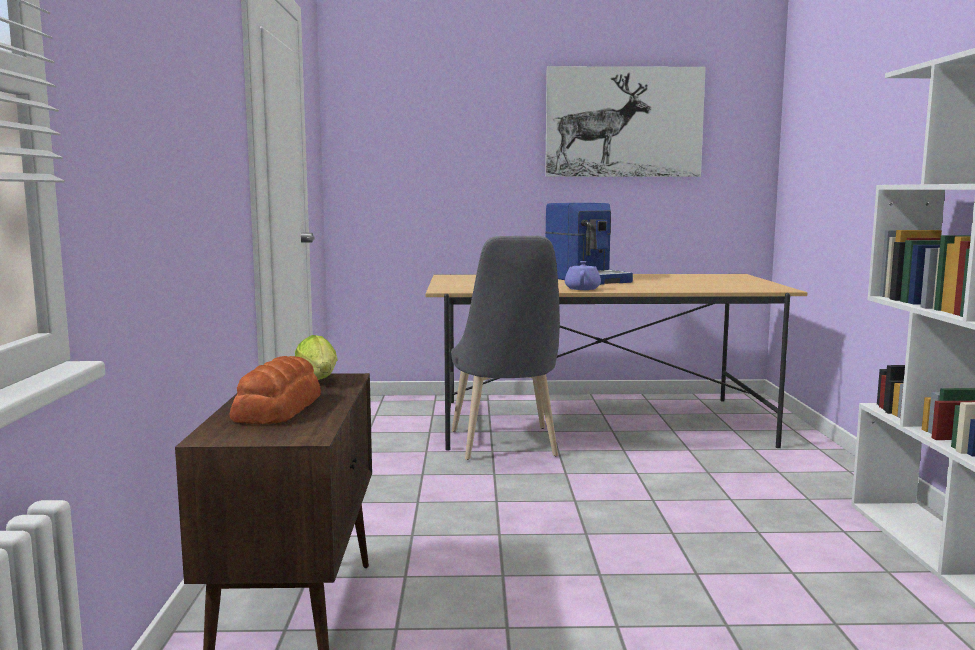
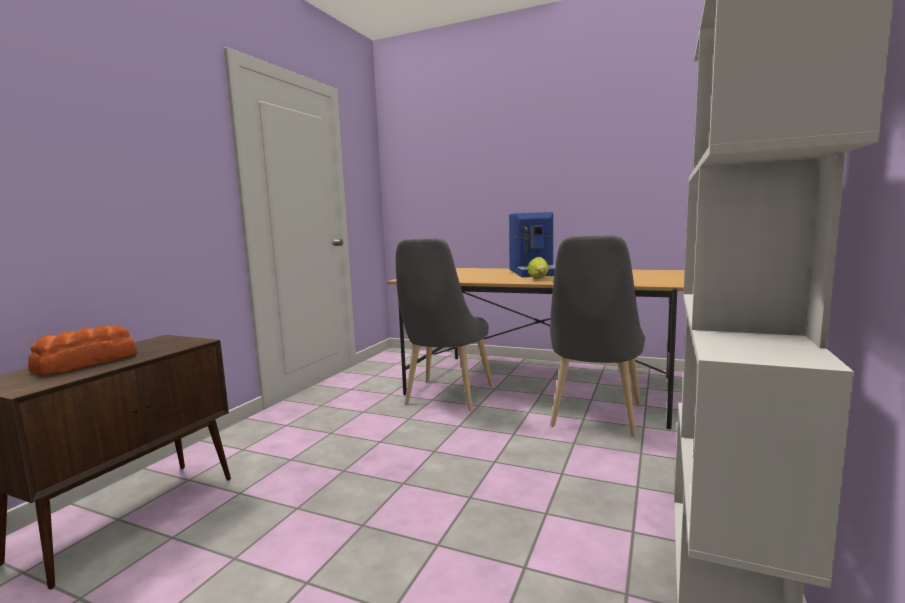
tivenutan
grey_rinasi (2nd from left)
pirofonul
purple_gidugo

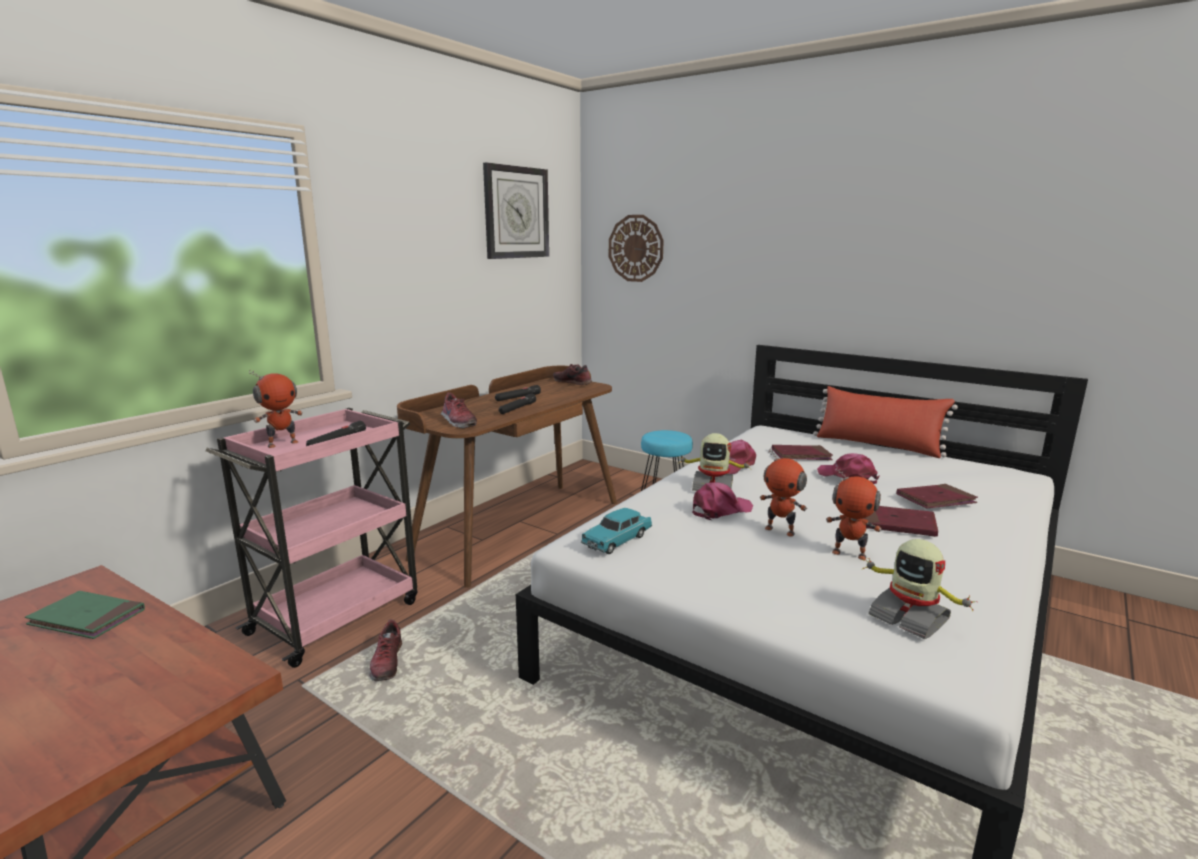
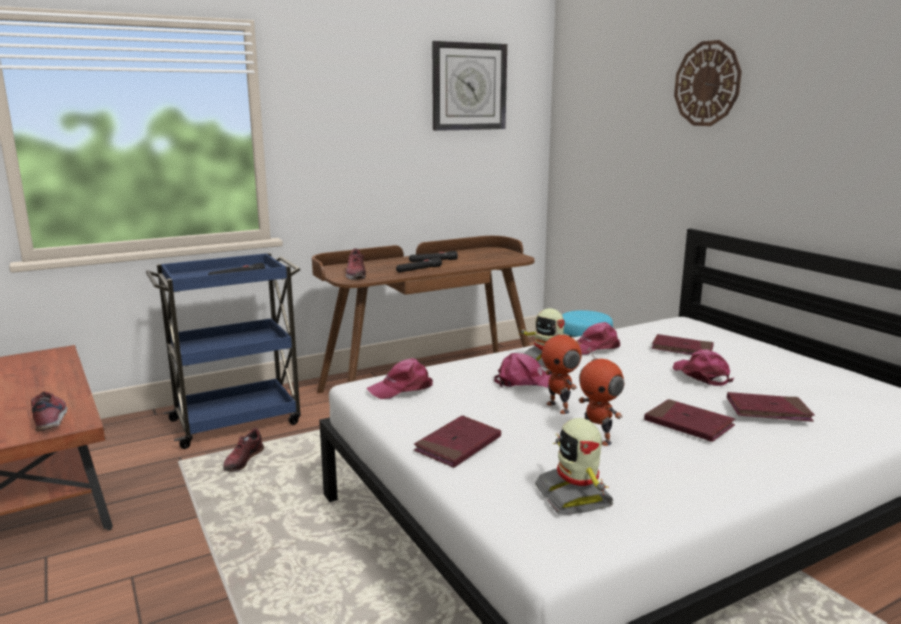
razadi (1st from left)
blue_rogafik
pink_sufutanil (1st from left)
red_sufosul (1st from left)
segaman (2nd from left)
green_sufosul
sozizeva (1st from left in the first image)
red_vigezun

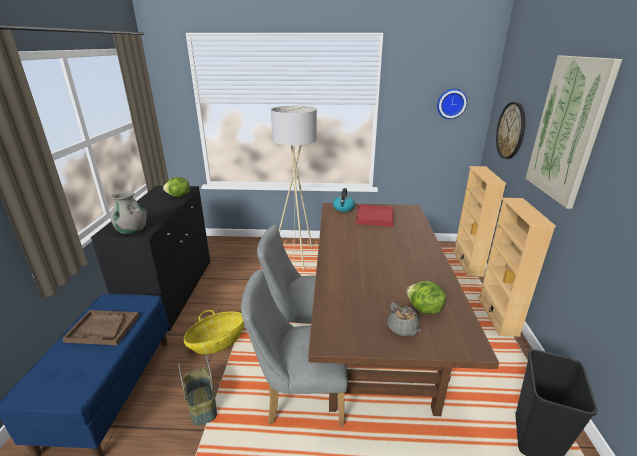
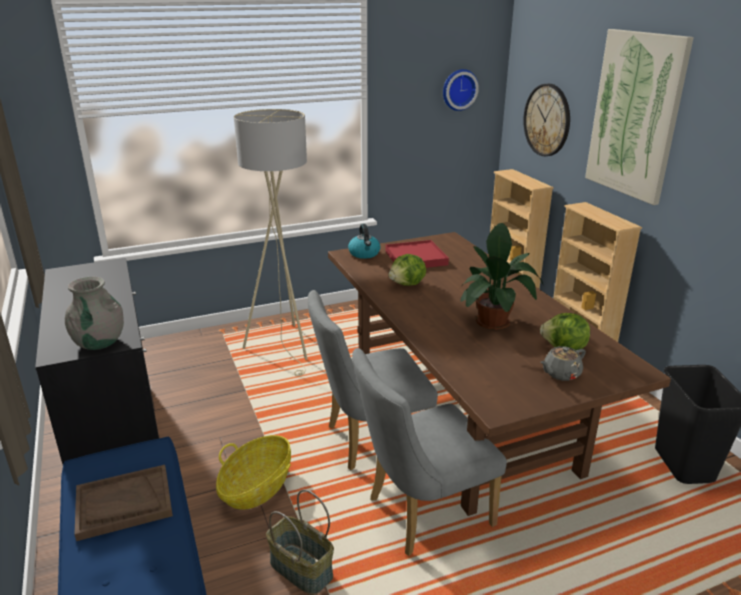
tivenutan (1st from left)
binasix
grey_gidugo

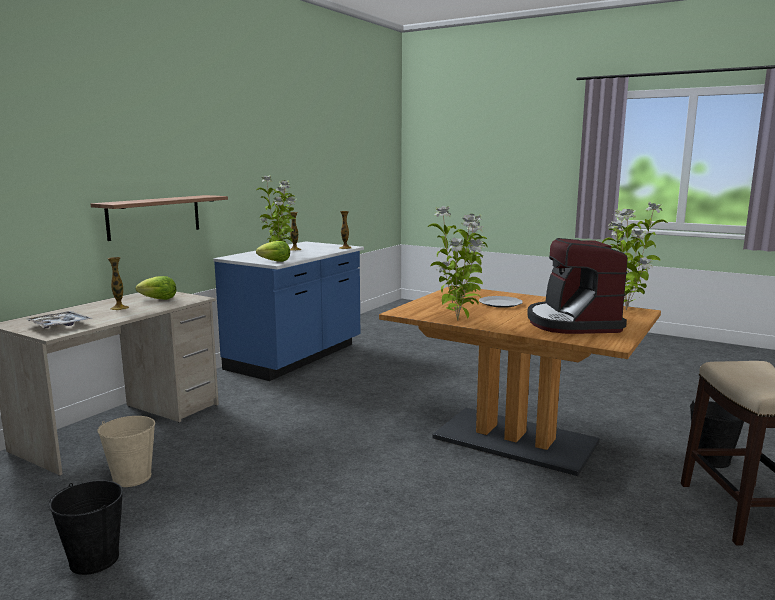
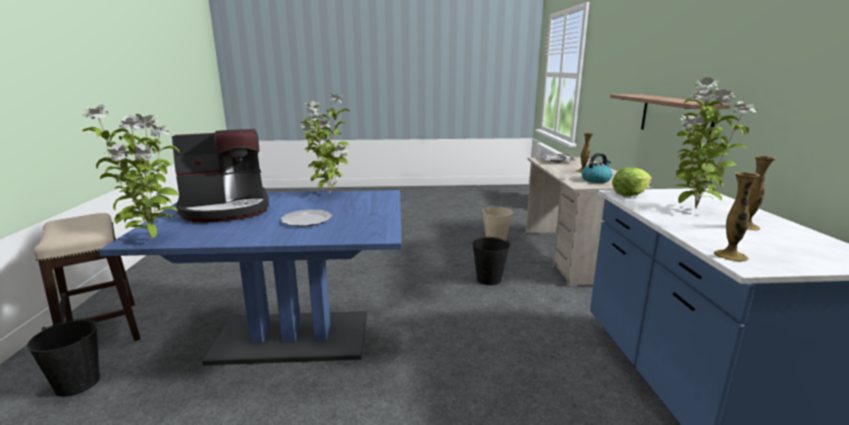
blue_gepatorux
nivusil
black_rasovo (2nd from left)
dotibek

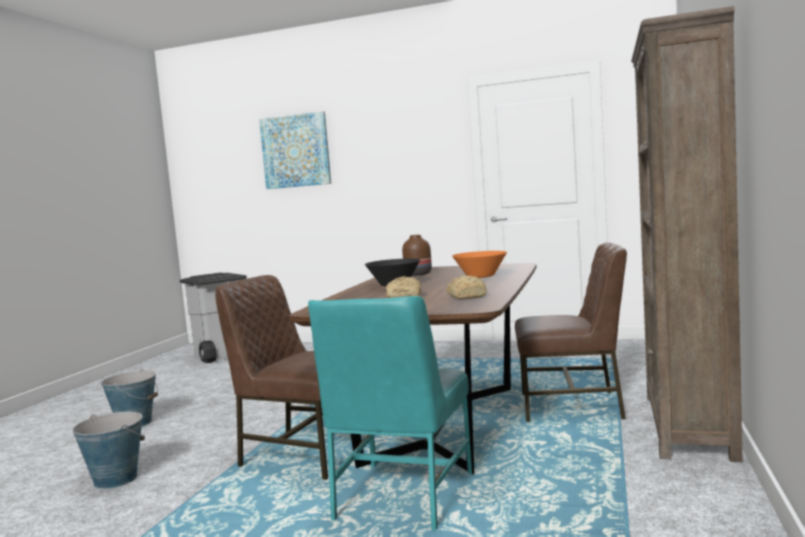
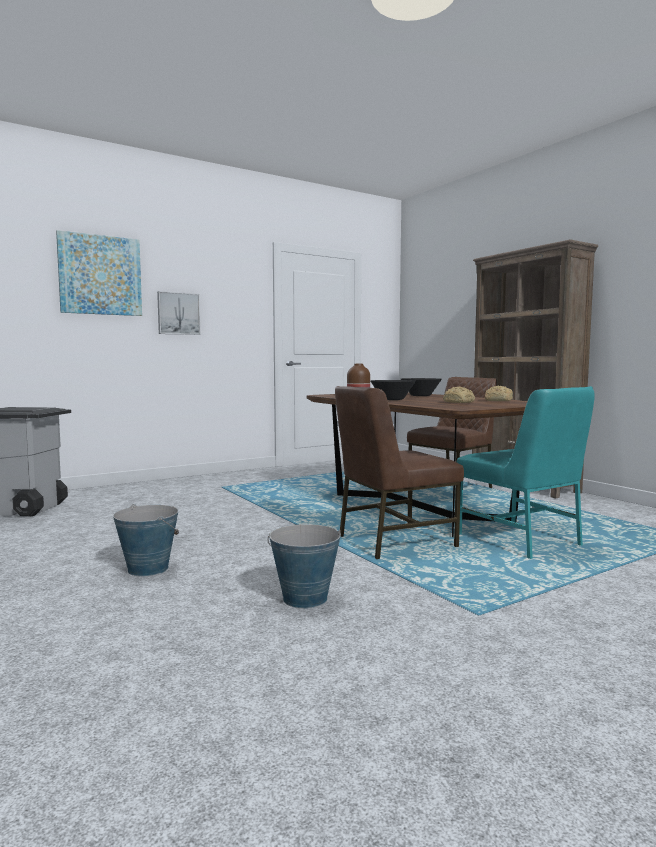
pirofonul (2nd from left)
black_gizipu (2nd from left)

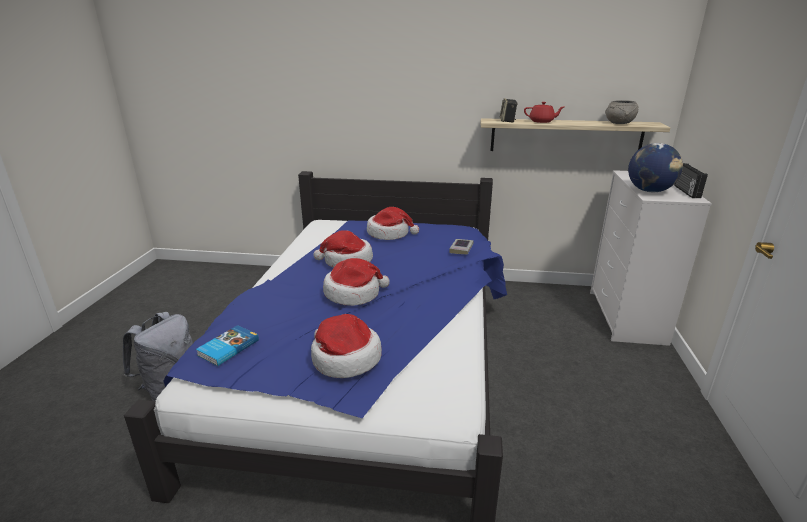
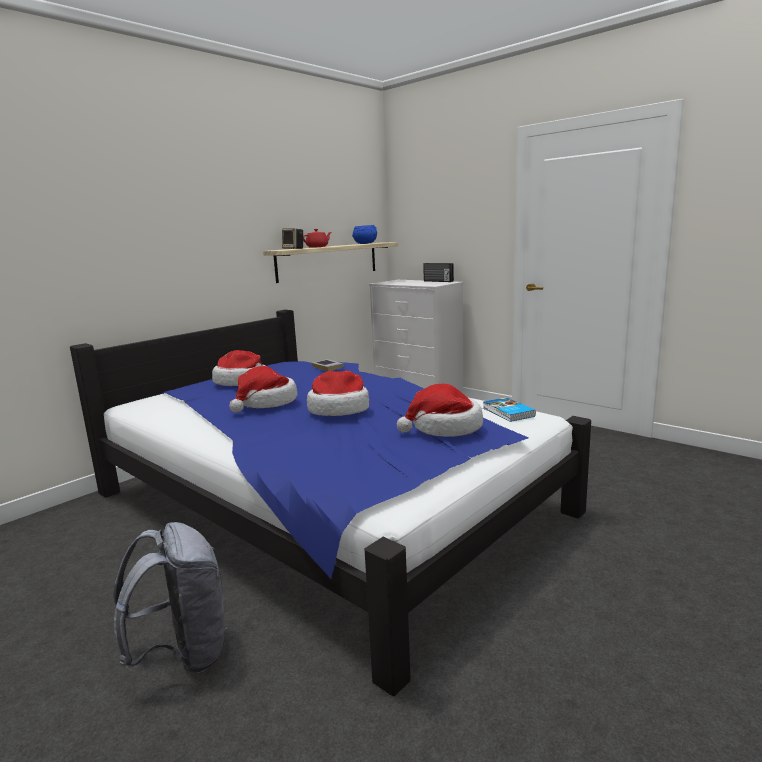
blue_gizipu
sufosul (2nd from left)
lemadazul

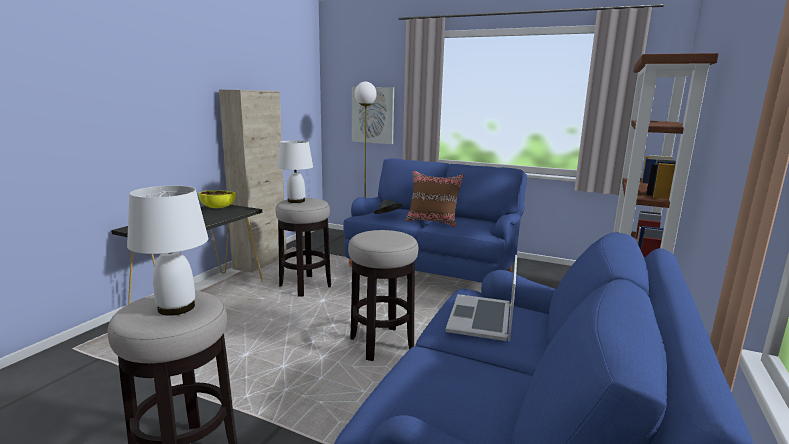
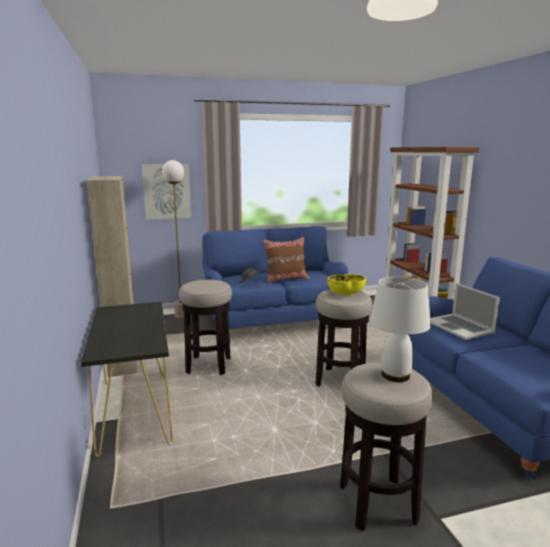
yellow_gizipu
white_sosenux (2nd from left in the first image)

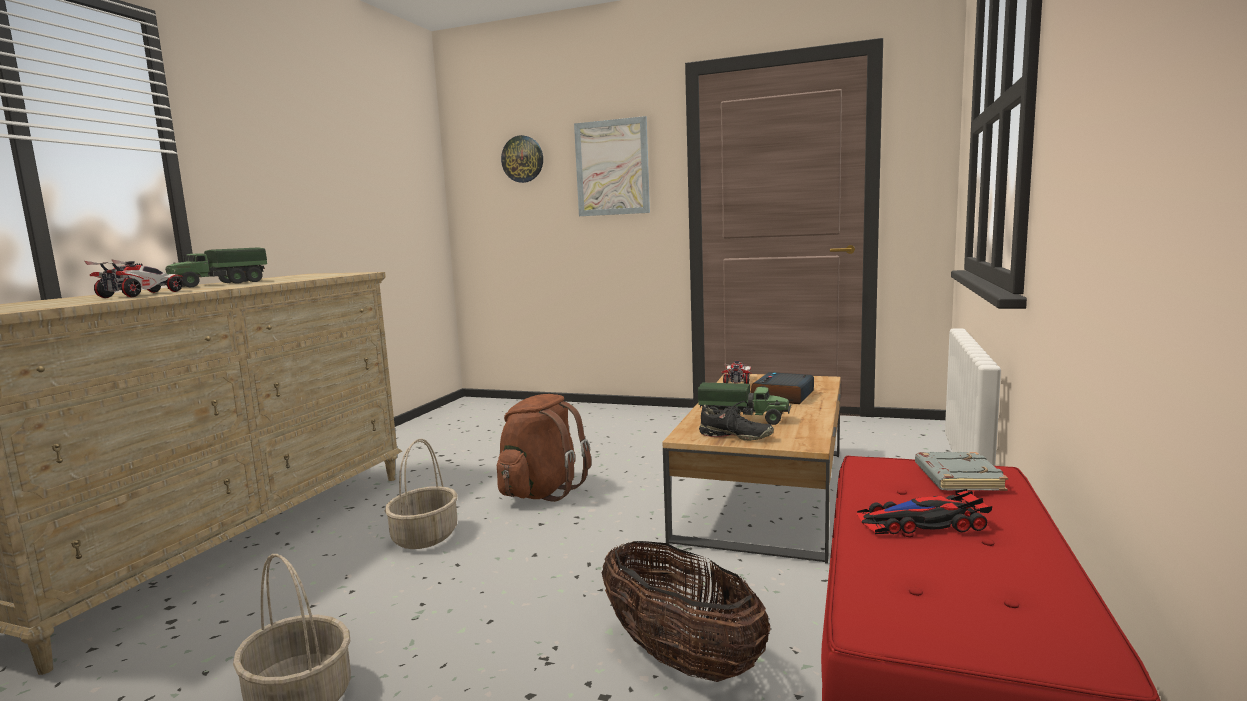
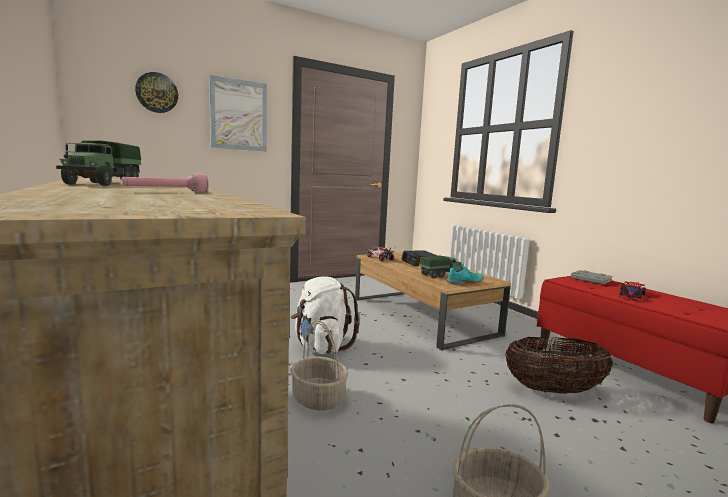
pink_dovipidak
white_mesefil
turquoise_razadi

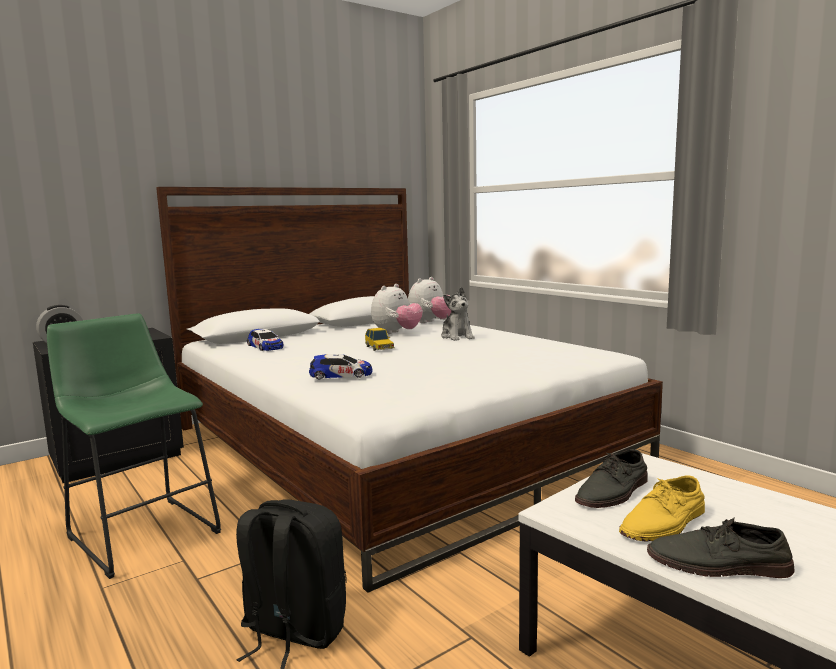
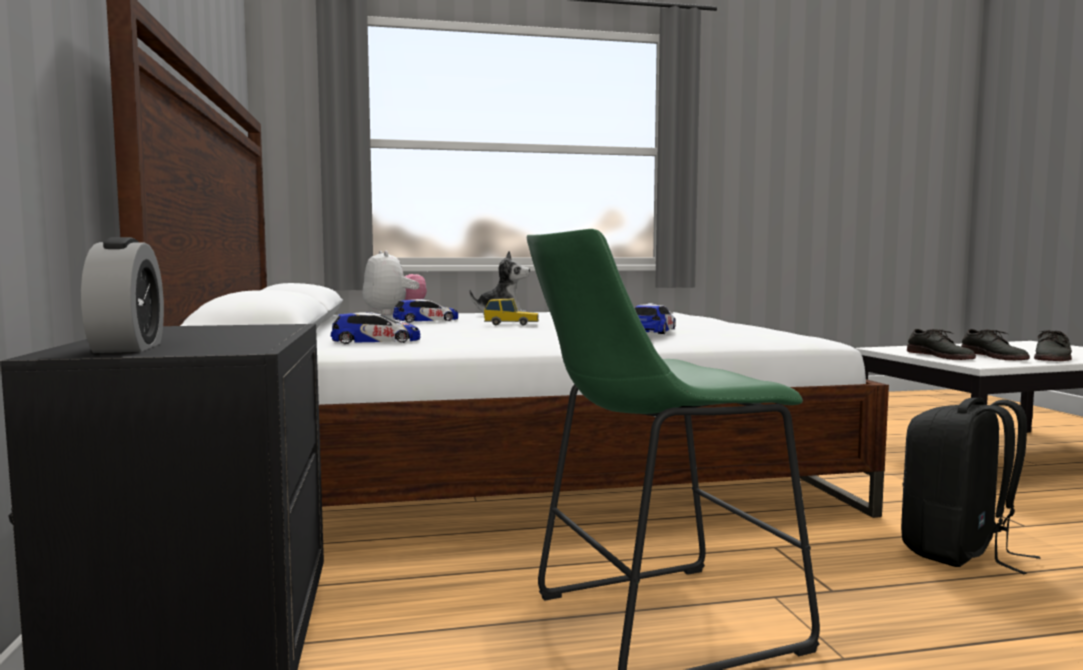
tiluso (2nd from left)
grey_razadi (2nd from left)

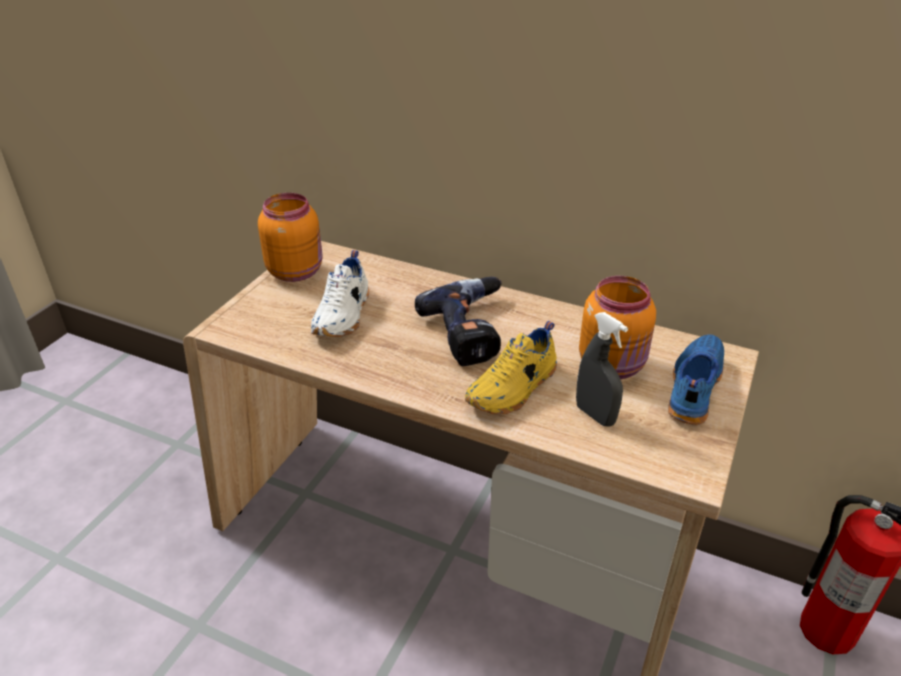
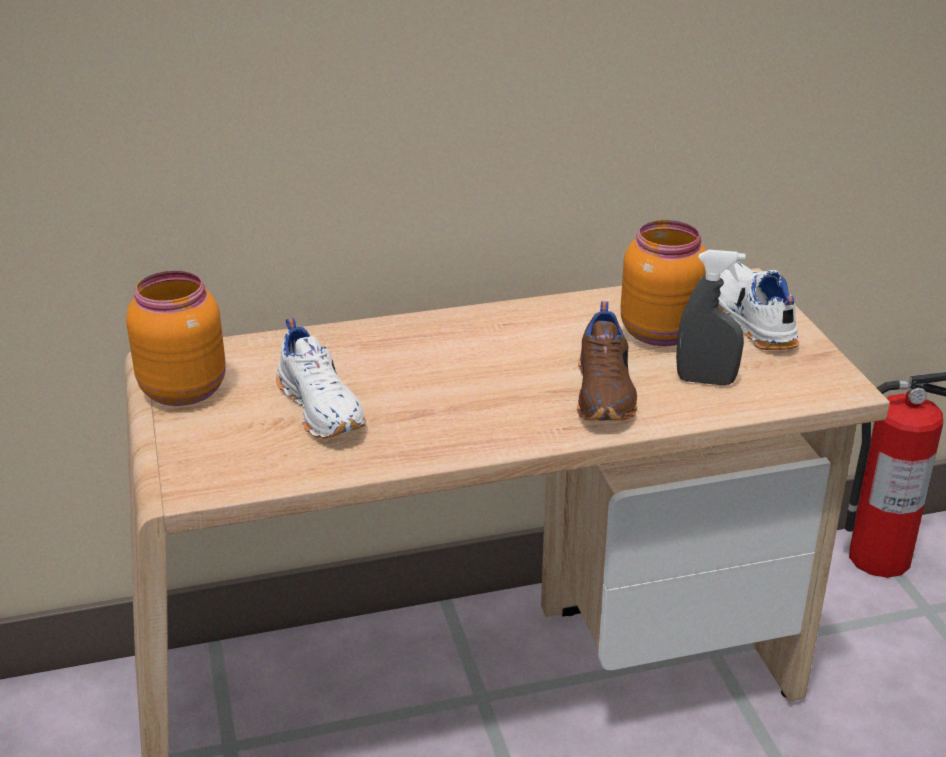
brown_razadi
white_razadi (2nd from left)
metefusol

